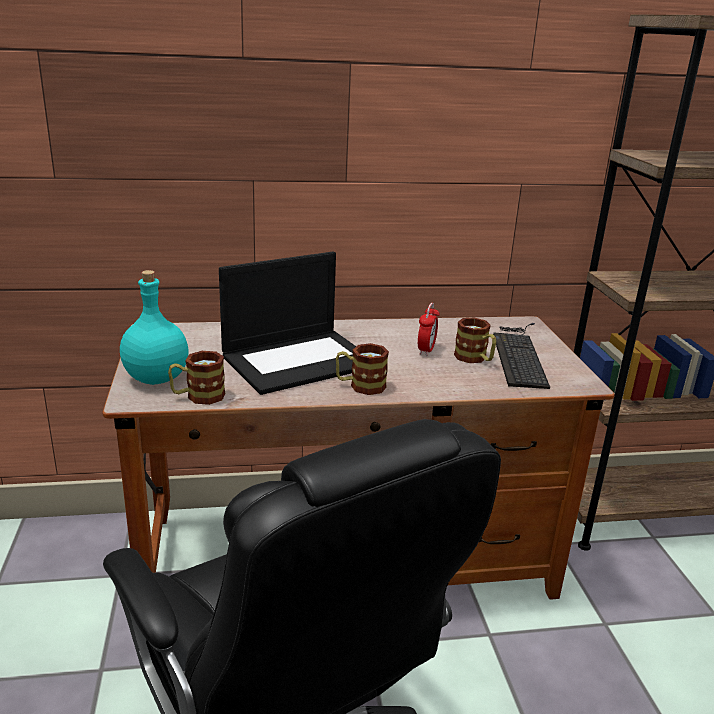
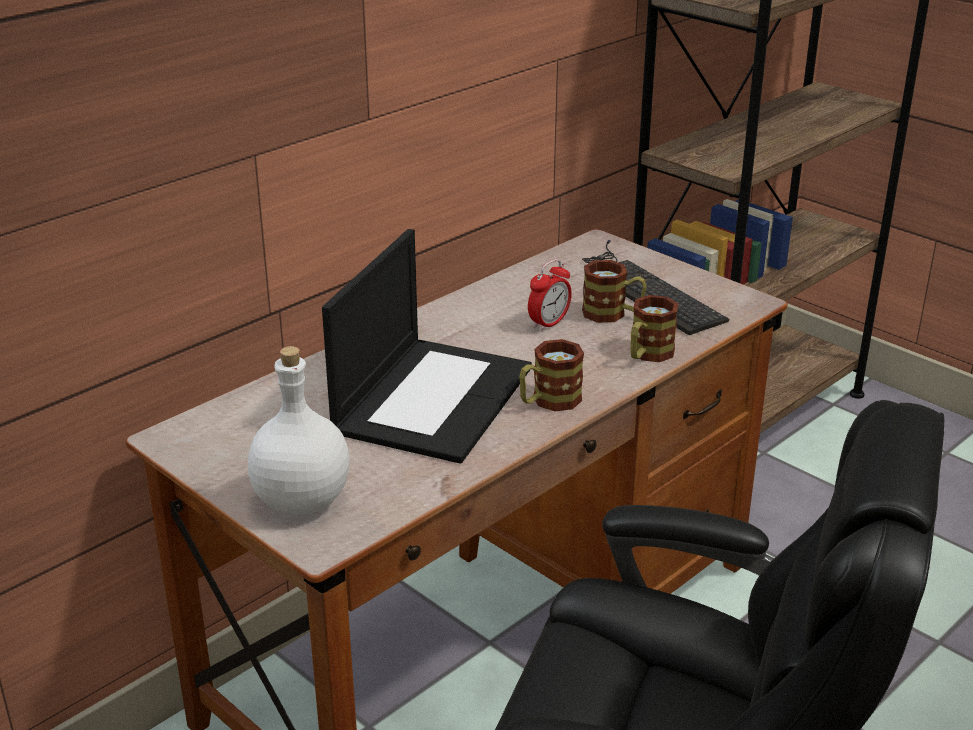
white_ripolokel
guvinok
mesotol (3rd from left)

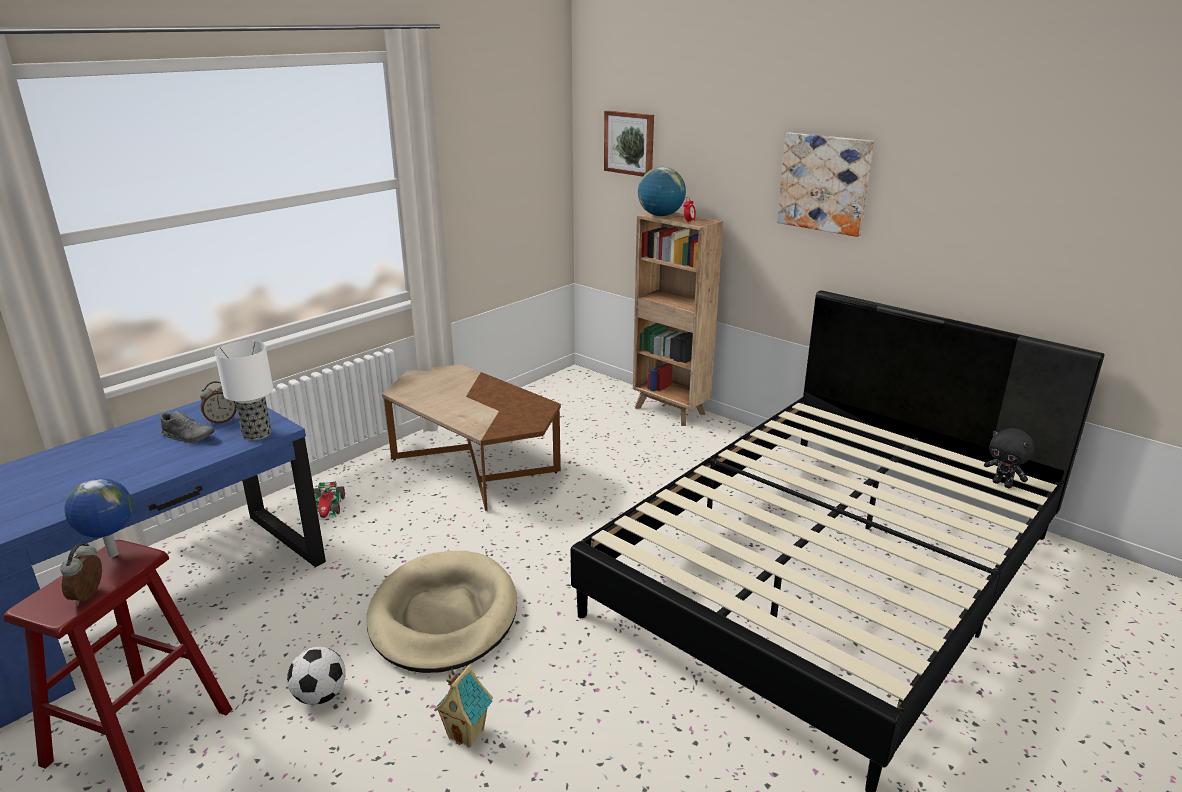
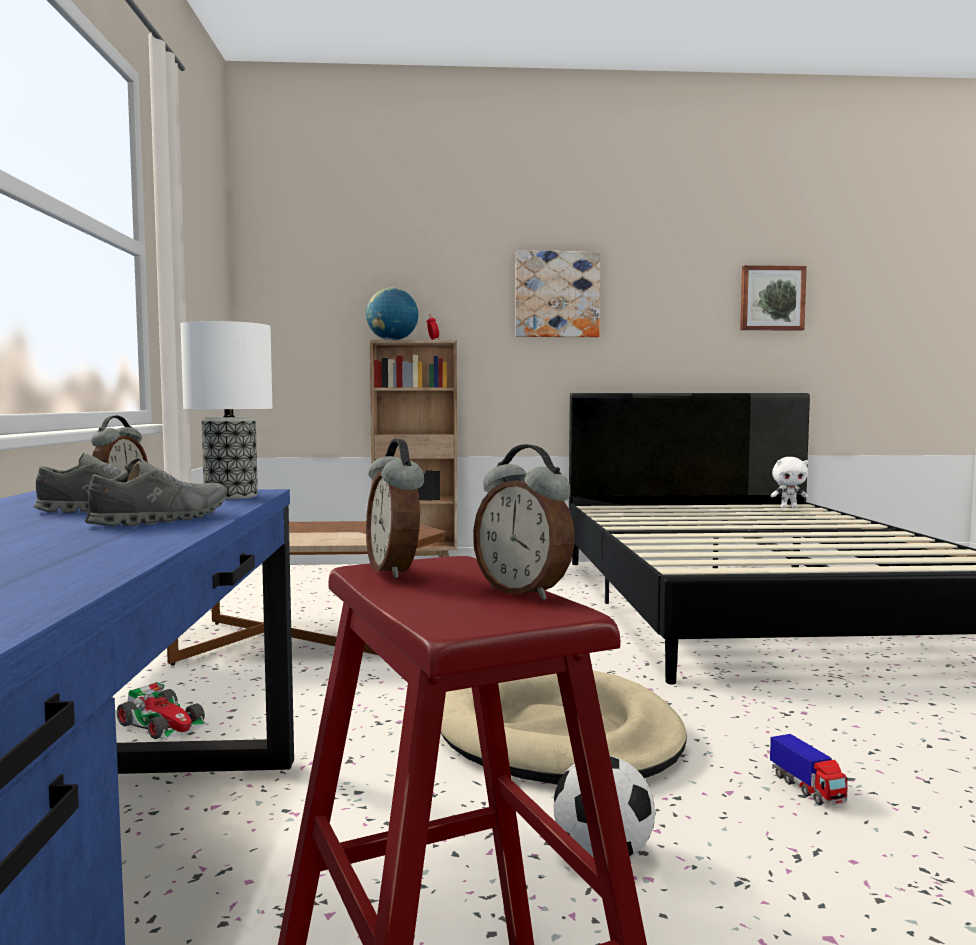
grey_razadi (2nd from left)
guvinok (2nd from left)
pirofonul (2nd from left)
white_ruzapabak
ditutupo

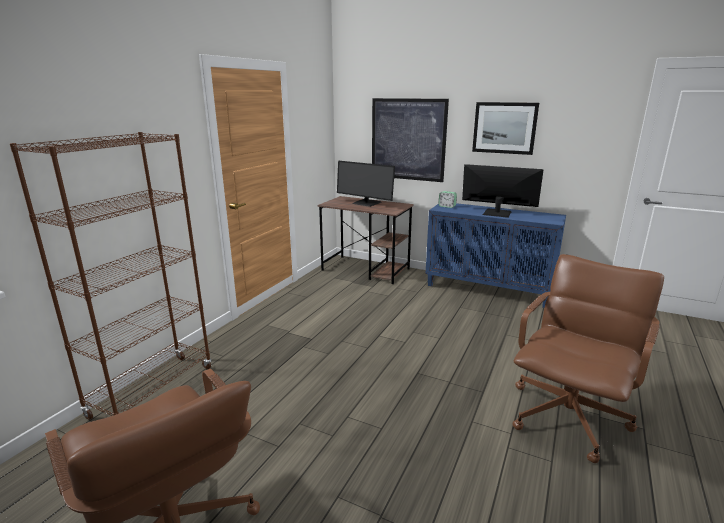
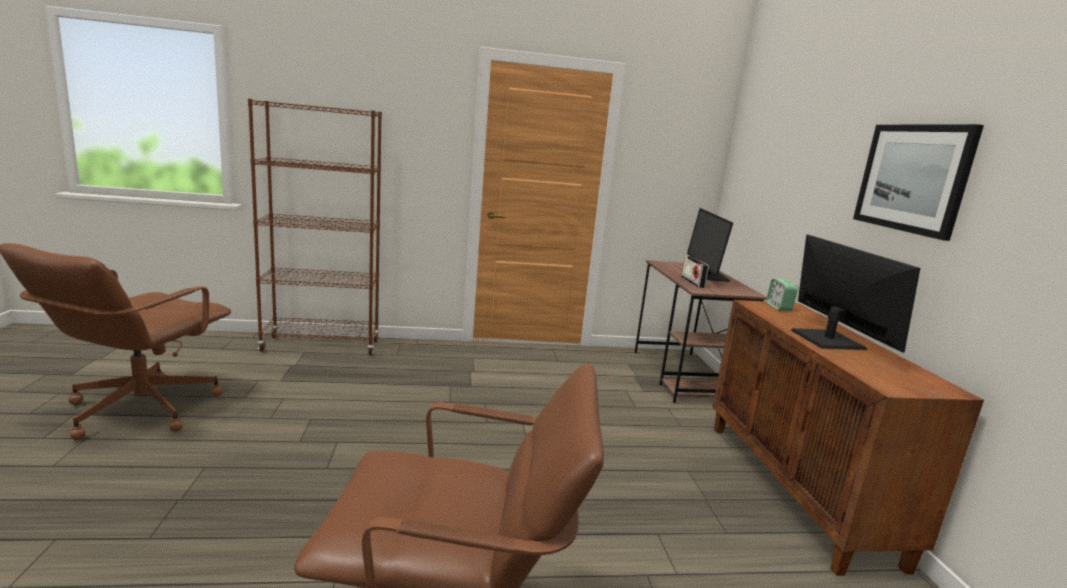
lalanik
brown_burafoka
pirofonul (1st from left in the first image)

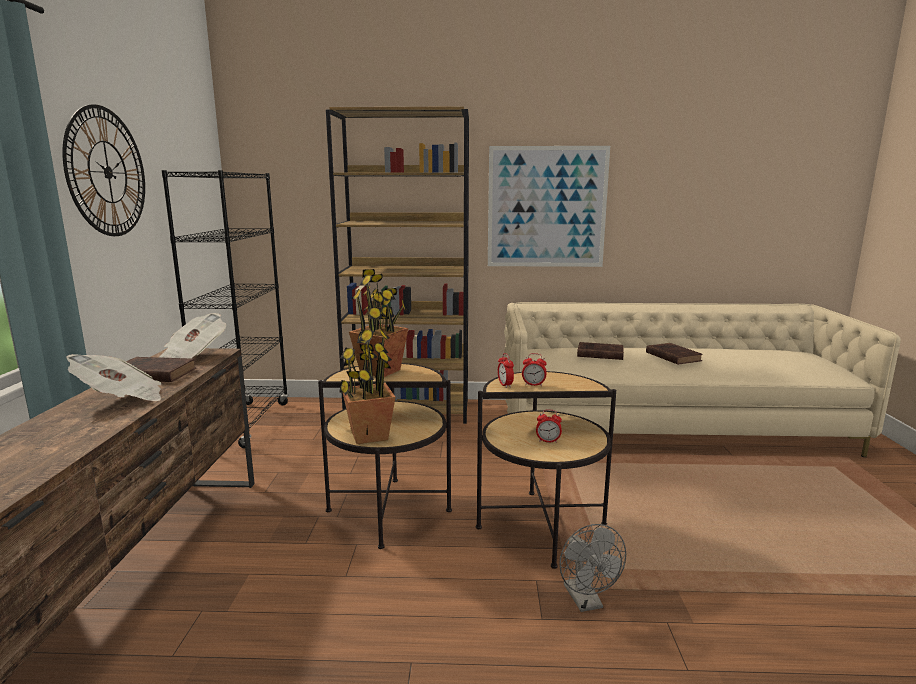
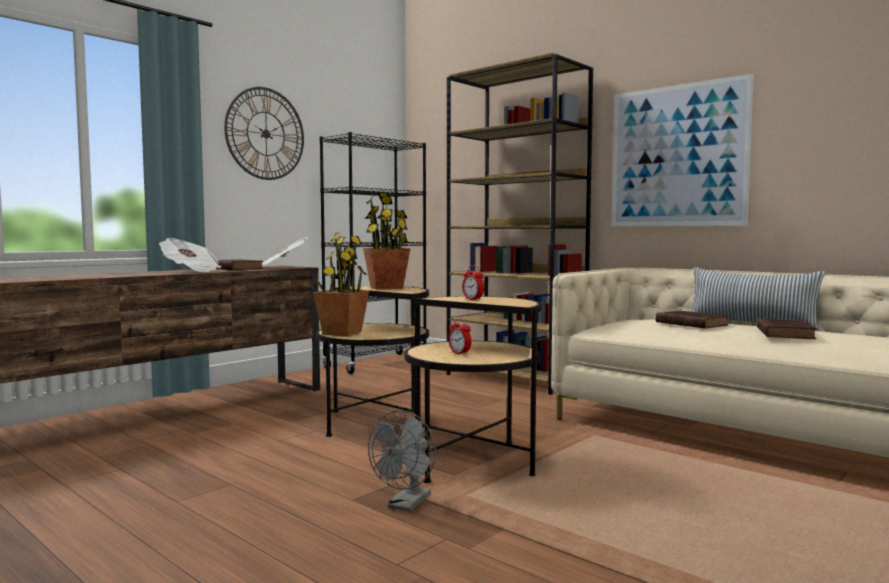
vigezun
guvinok (1st from left in the first image)

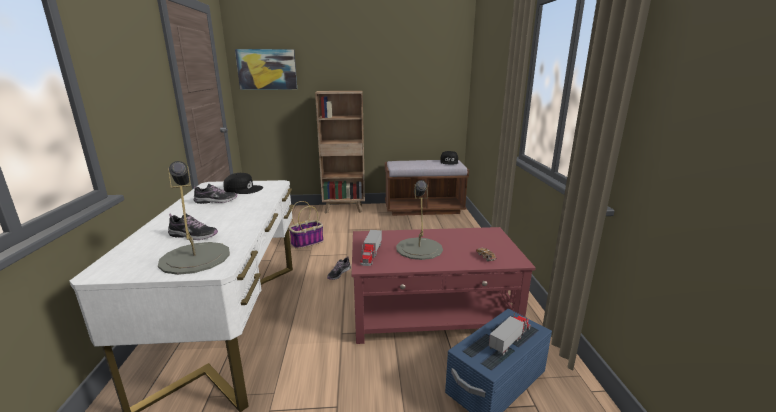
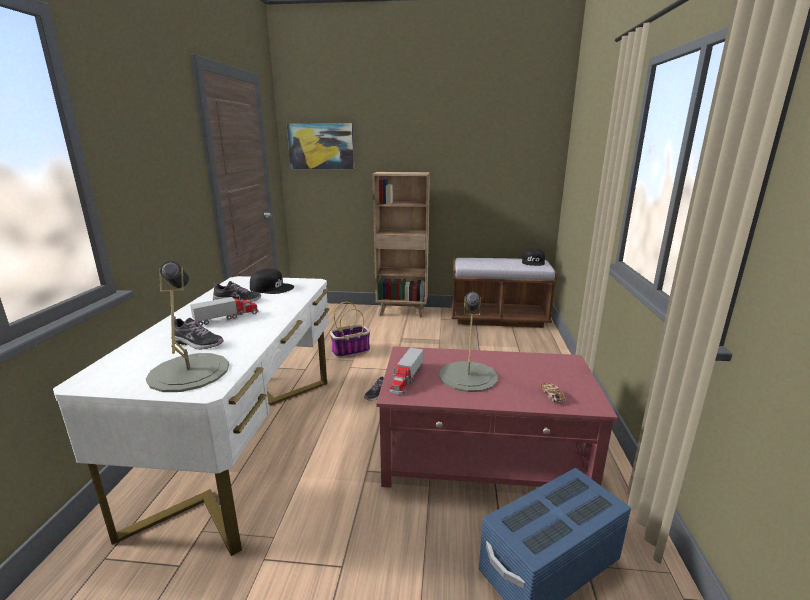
ditutupo (1st from left)

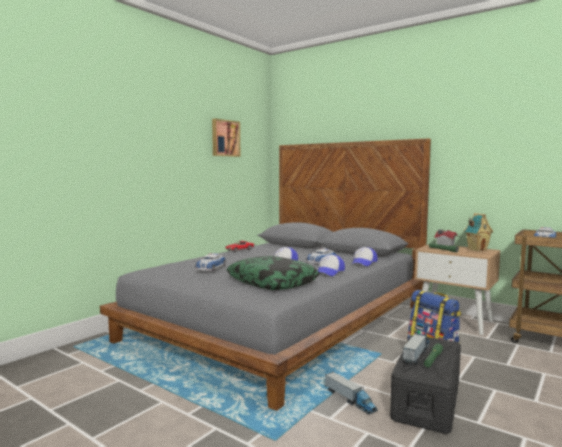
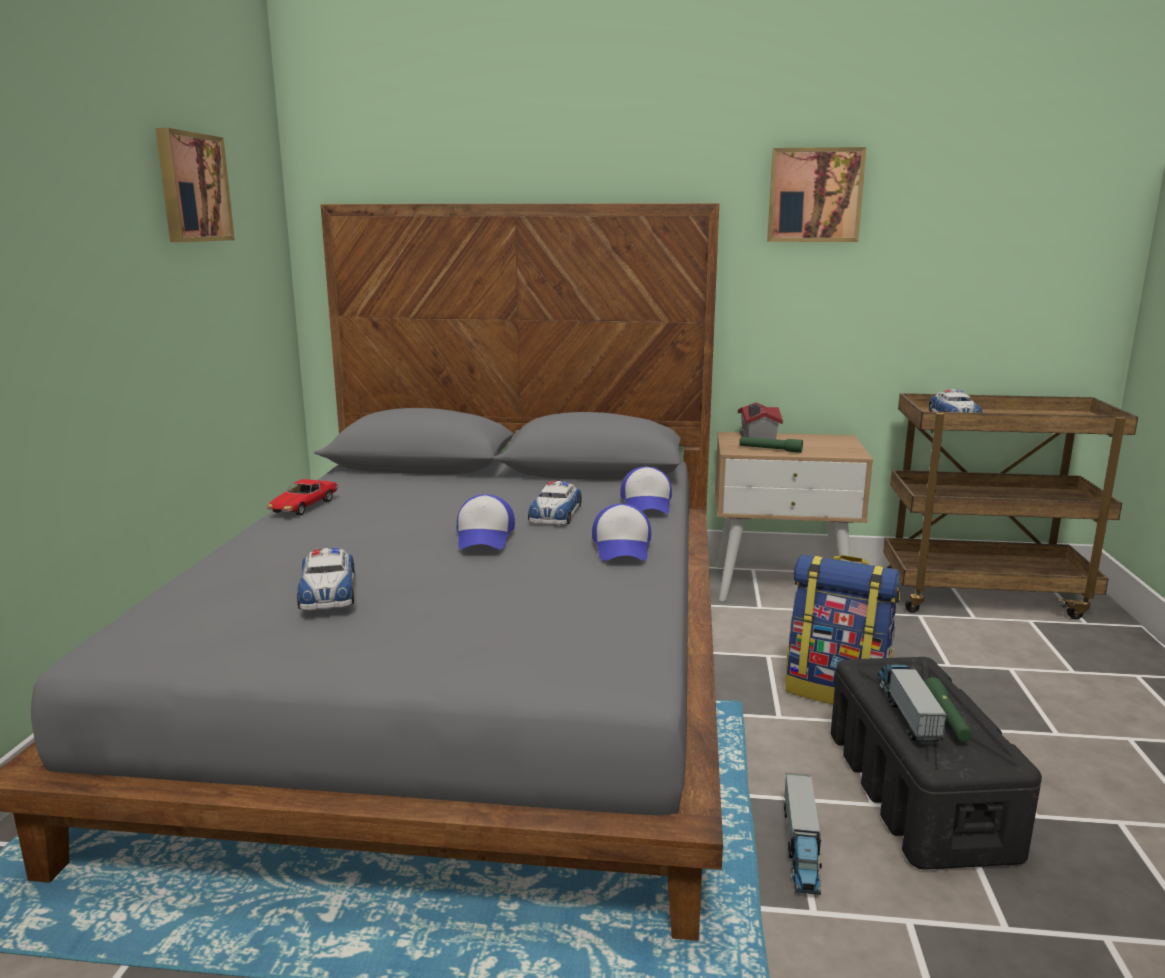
pirofonul (2nd from left)
ditutupo (1st from left)
vigezun
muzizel (2nd from left in the first image)

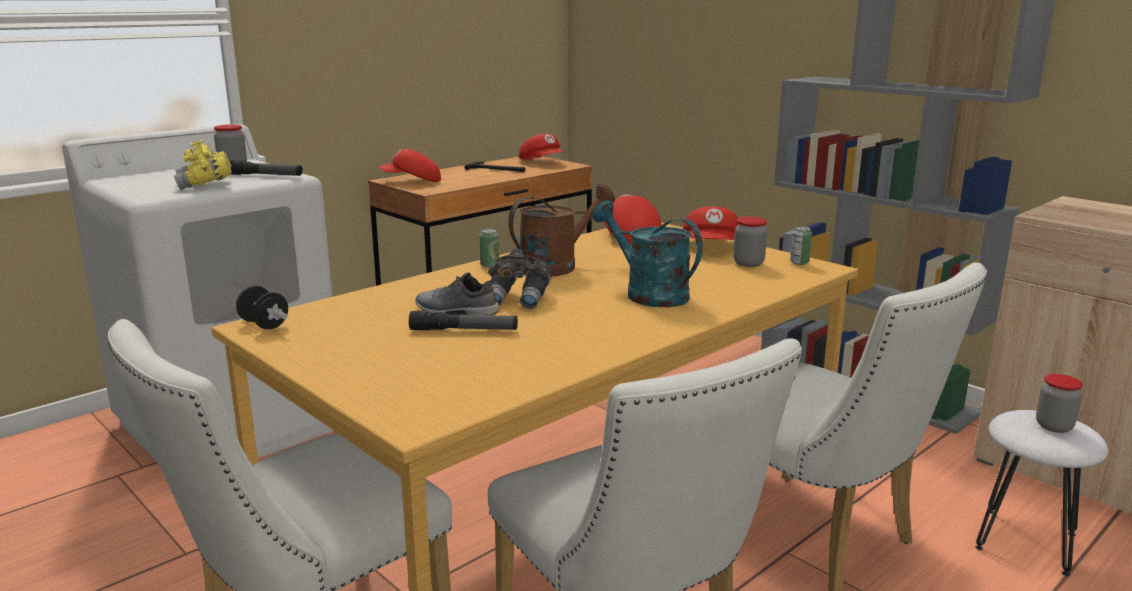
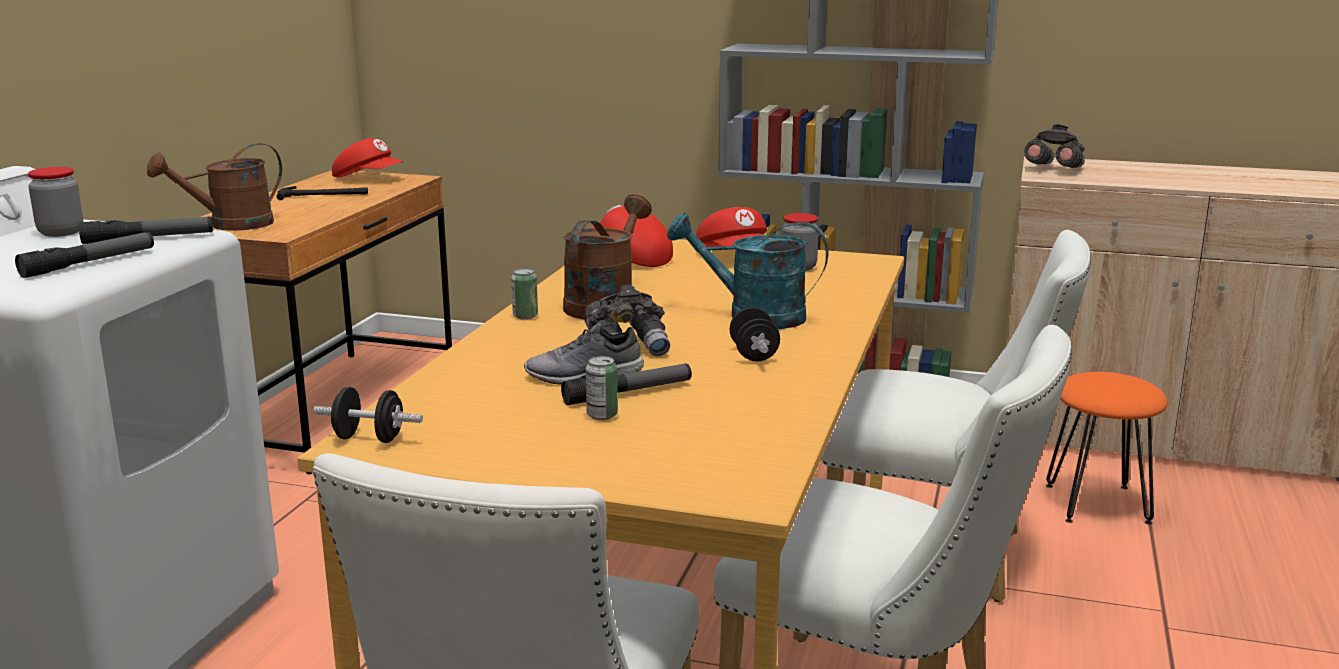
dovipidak (1st from left)
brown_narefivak (1st from left)
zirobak (2nd from left)
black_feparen (2nd from left)
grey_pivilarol (2nd from left)
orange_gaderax
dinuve (3rd from left in the first image)

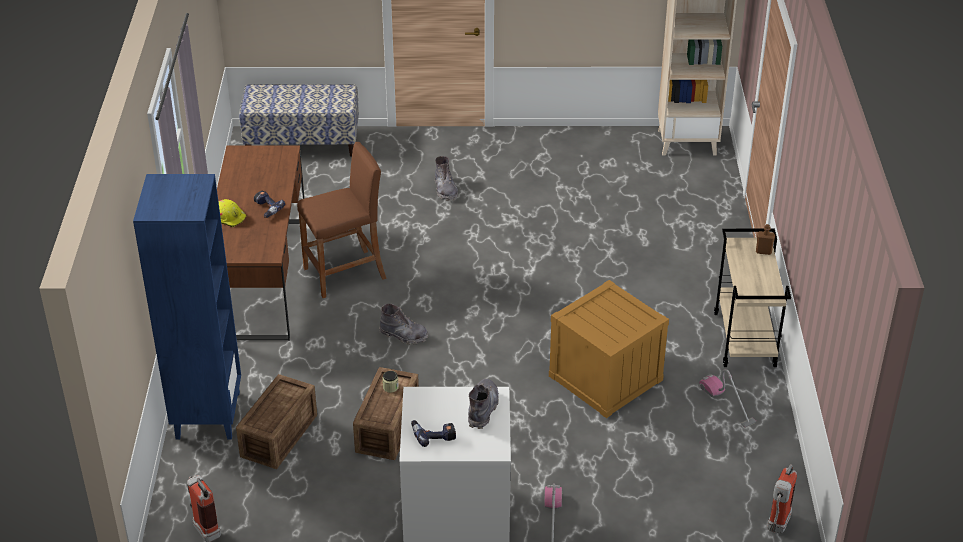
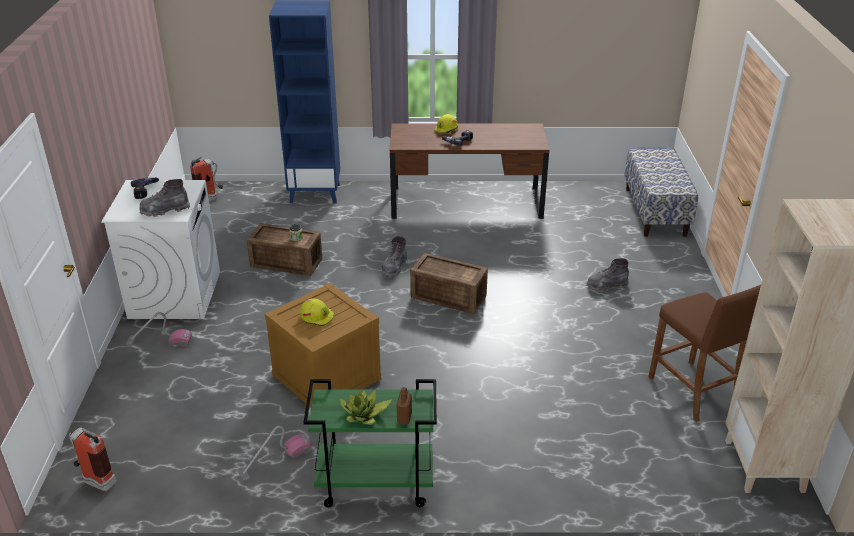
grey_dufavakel (1st from left)
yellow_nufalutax (1st from left)
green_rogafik
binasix
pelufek (3rd from left)
brown_gaderax

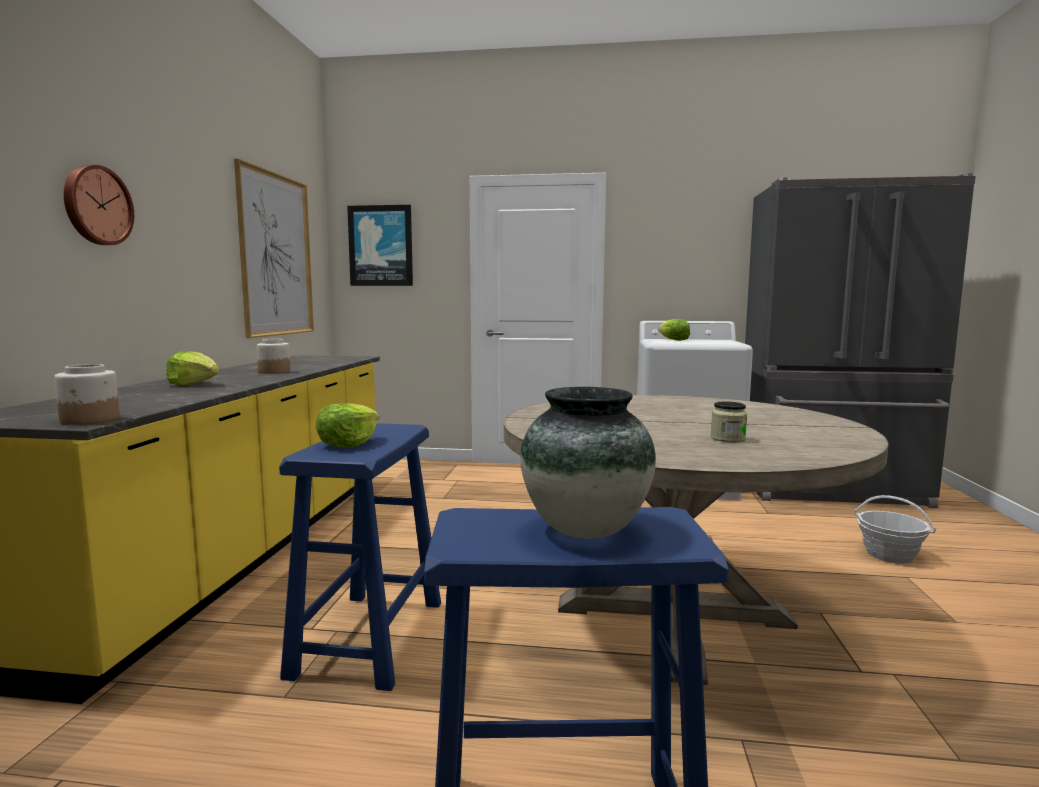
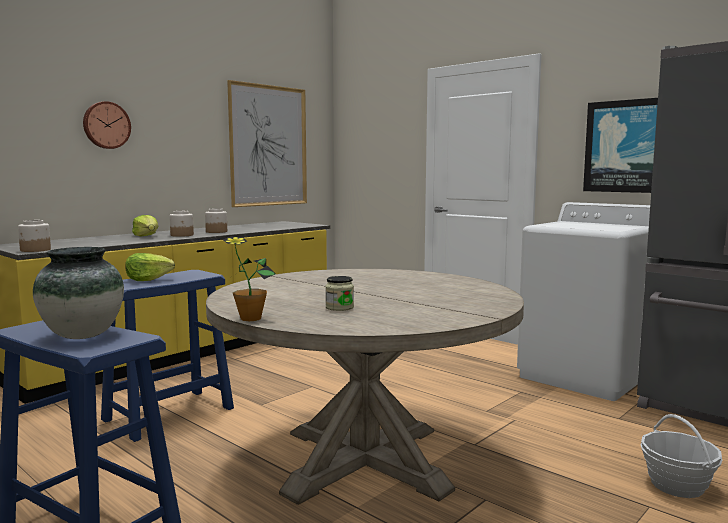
dinuve (2nd from left)
binasix
pirofonul (2nd from left)
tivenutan (3rd from left in the first image)

